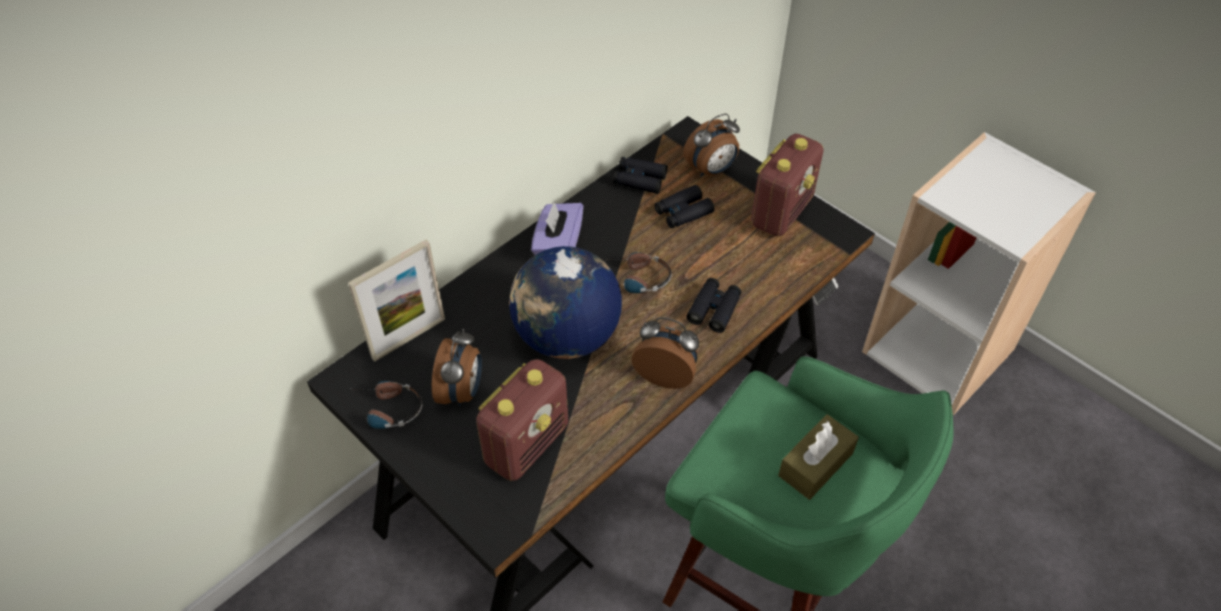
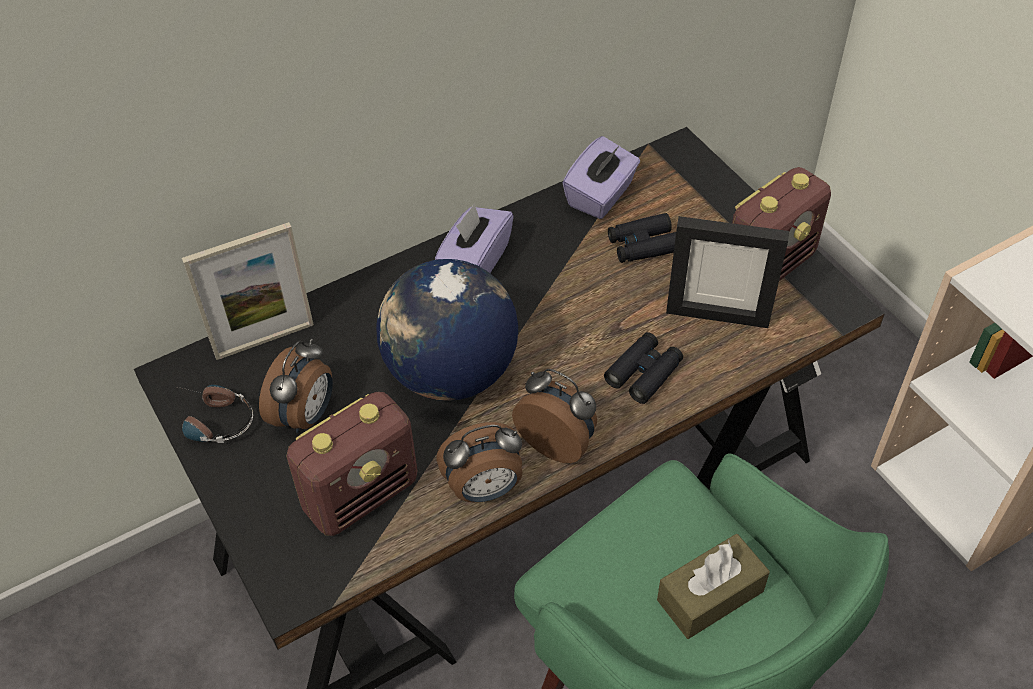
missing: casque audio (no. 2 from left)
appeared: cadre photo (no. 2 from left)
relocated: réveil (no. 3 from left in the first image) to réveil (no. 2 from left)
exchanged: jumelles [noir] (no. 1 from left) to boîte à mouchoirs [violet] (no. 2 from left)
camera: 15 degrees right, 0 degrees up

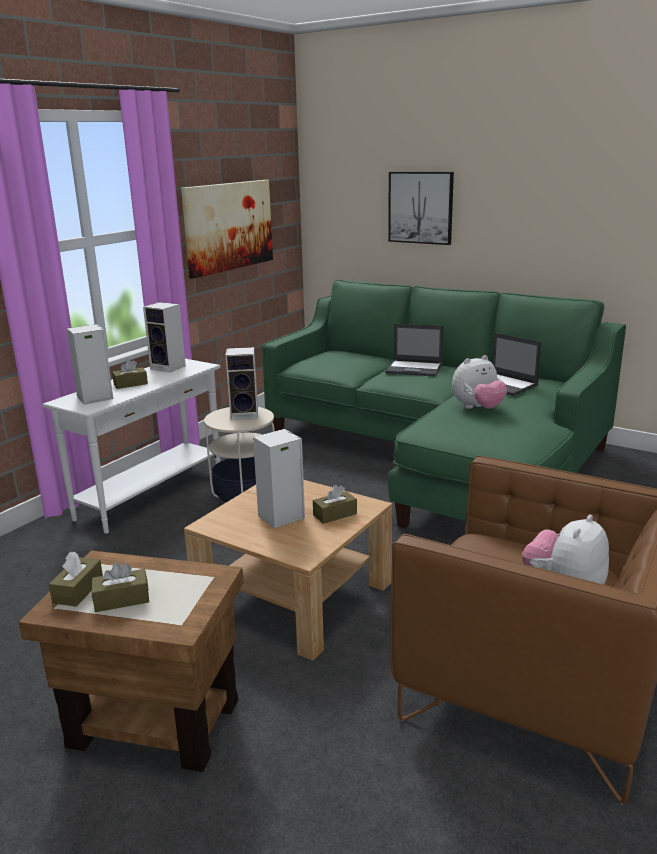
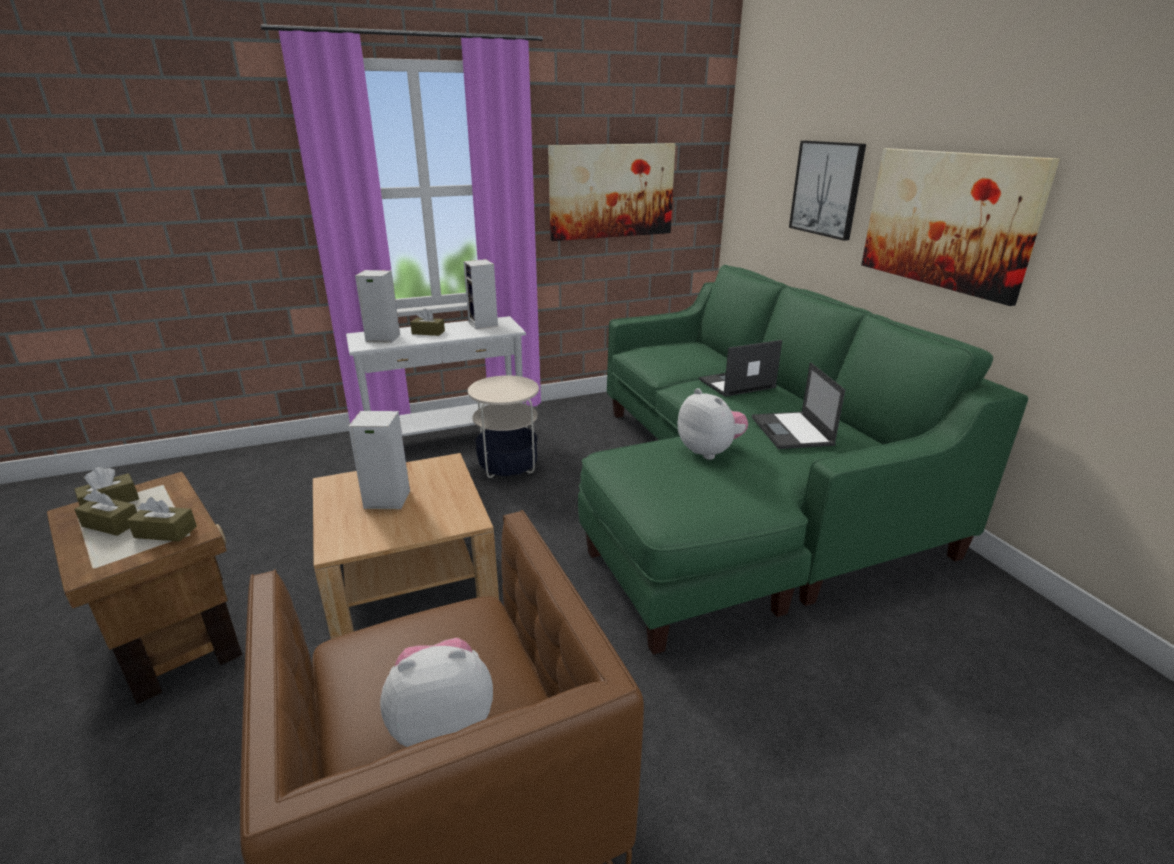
missing: enceinte (no. 3 from left)
appeared: tableau (no. 3 from left)
relocated: boîte à mouchoirs [marron] (no. 4 from left in the first image) to boîte à mouchoirs [marron] (no. 3 from left)
spun: ordinateur portable (no. 1 from left) 105 degrees clockwise; peluche (no. 1 from left in the first image) 135 degrees counterclockwise
camera: 35 degrees right, 5 degrees up

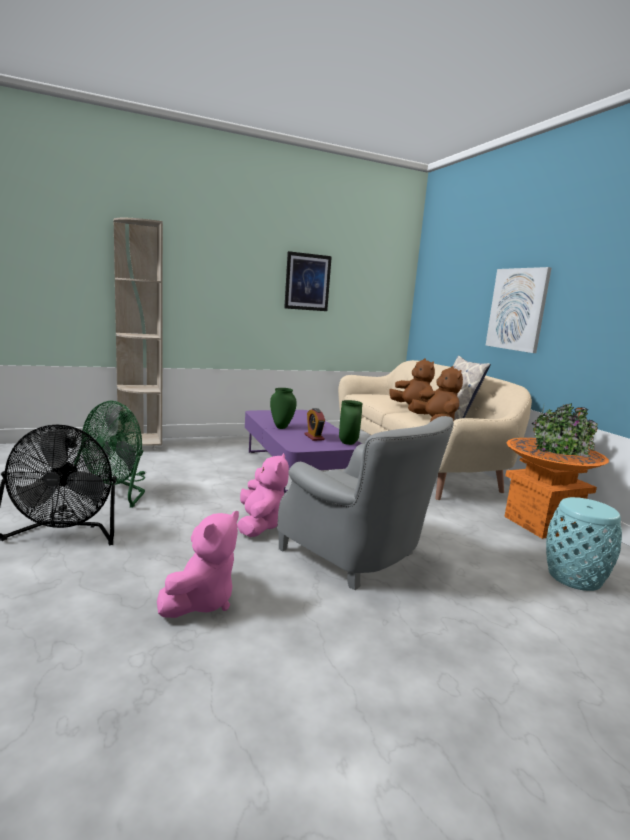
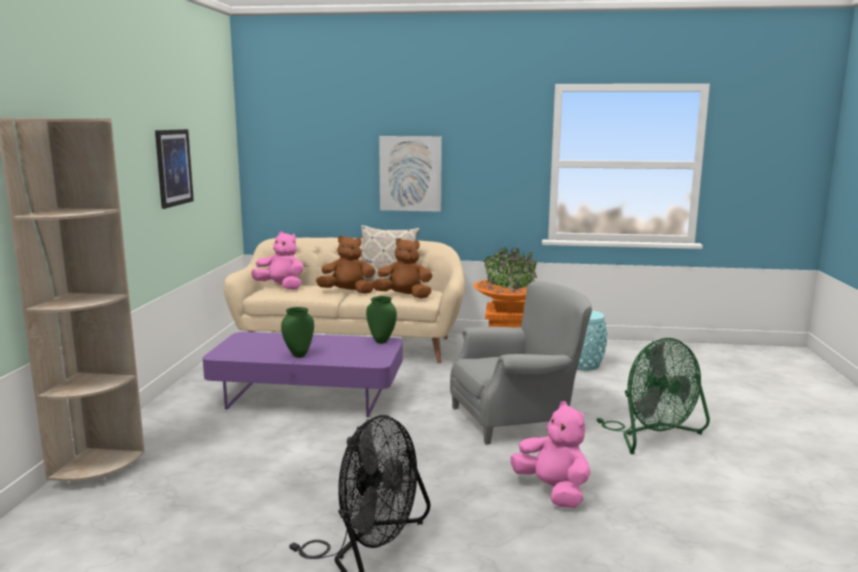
missing: réveil
relocated: ventilateur [vert]; peluche [rose] (no. 2 from left in the first image) to peluche [rose] (no. 1 from left)
camera: 60 degrees left, 0 degrees up

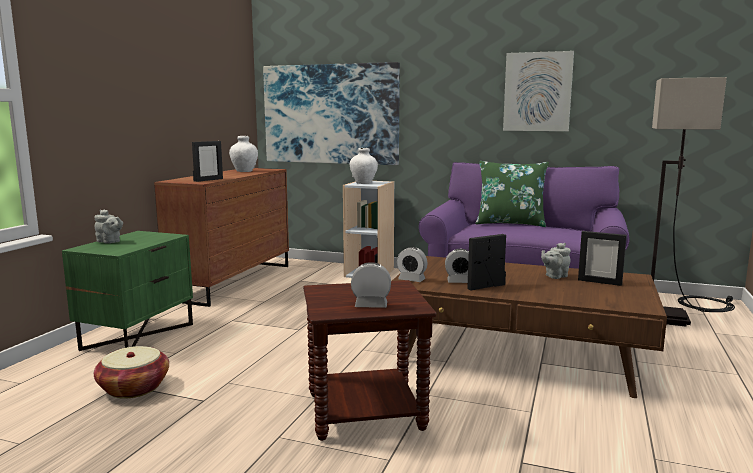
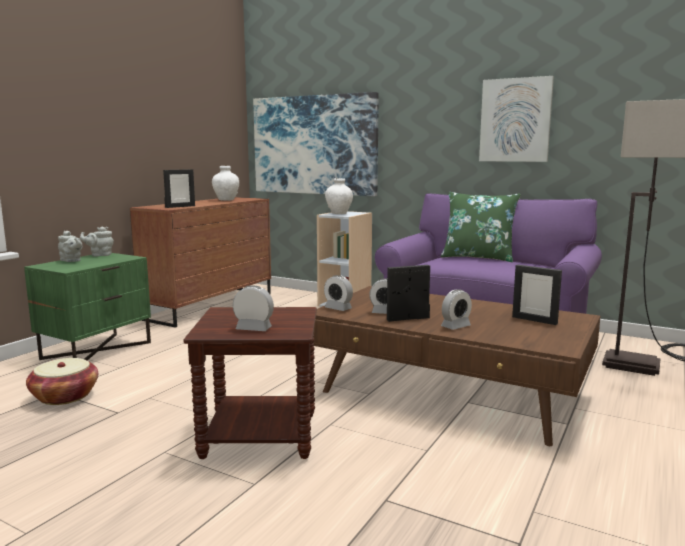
appeared: réveil (no. 4 from left)
relocated: théière [gris] (no. 2 from left)
camera: 10 degrees right, 0 degrees up

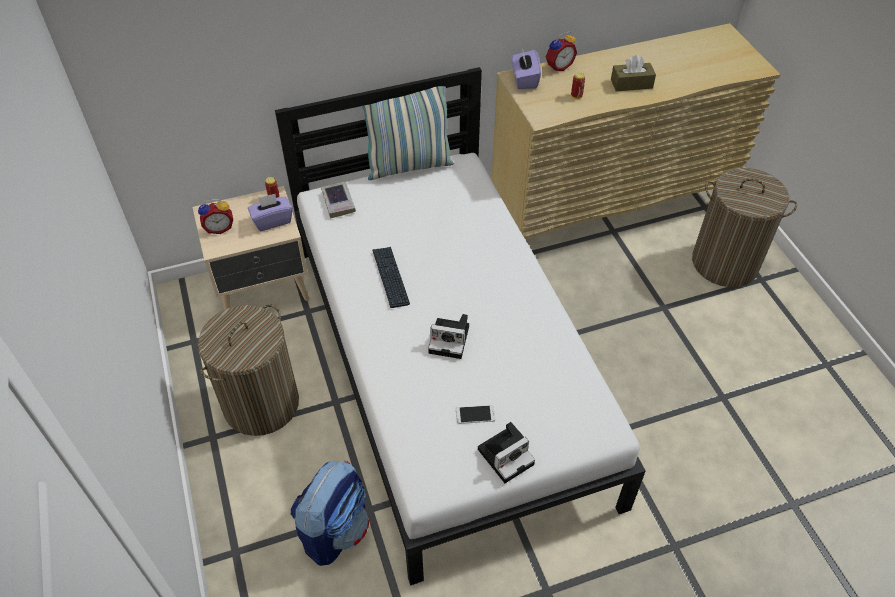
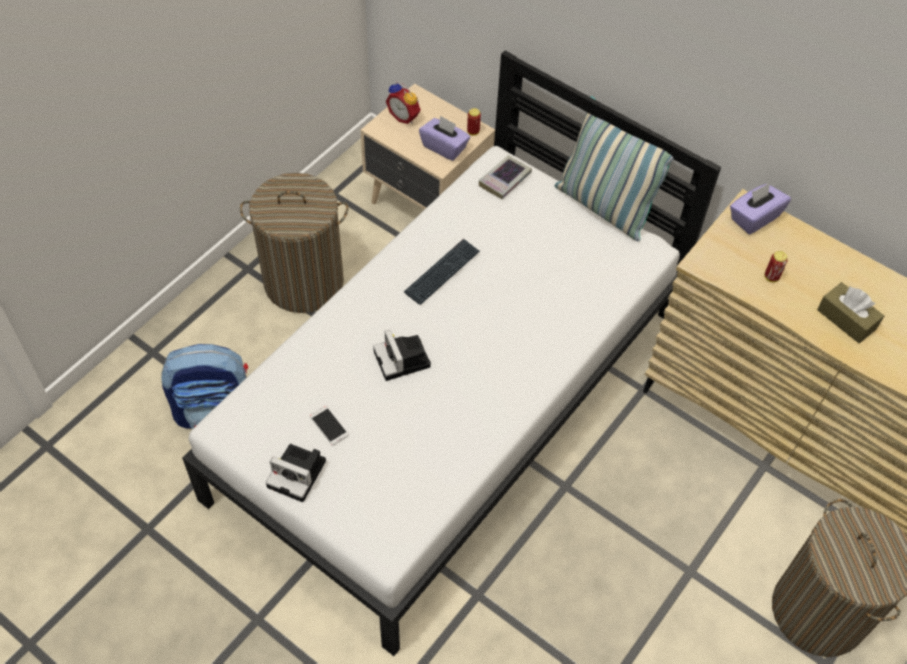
missing: réveil (no. 2 from left)
camera: 55 degrees right, 5 degrees up

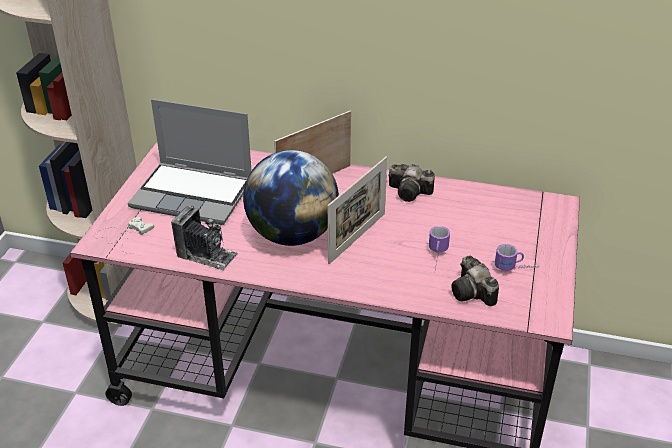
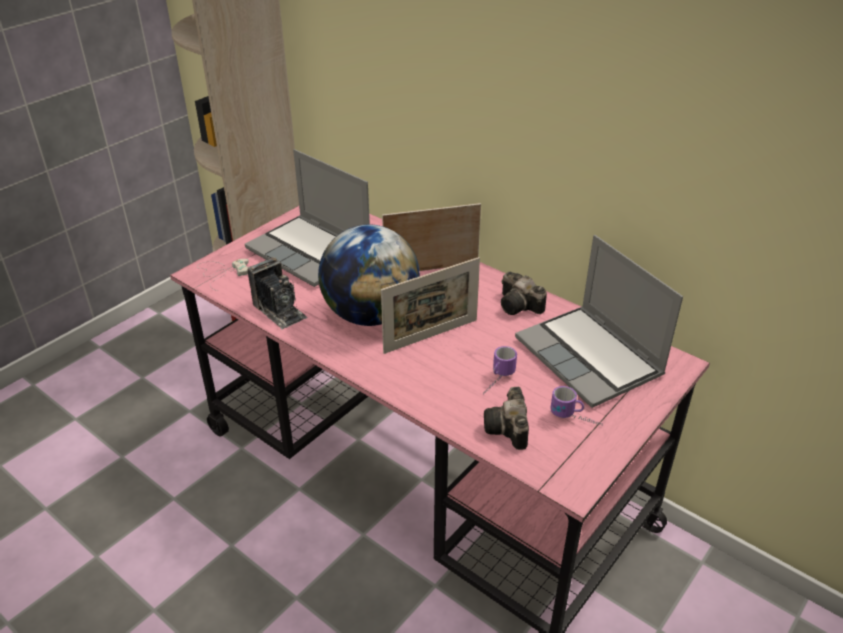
appeared: ordinateur portable (no. 2 from left)
camera: 25 degrees right, 0 degrees up

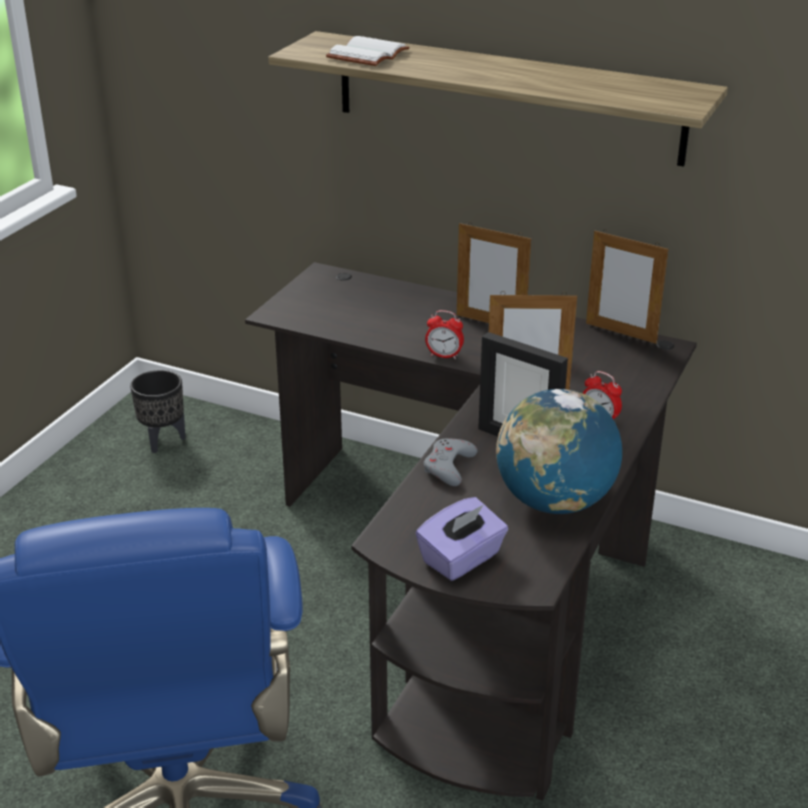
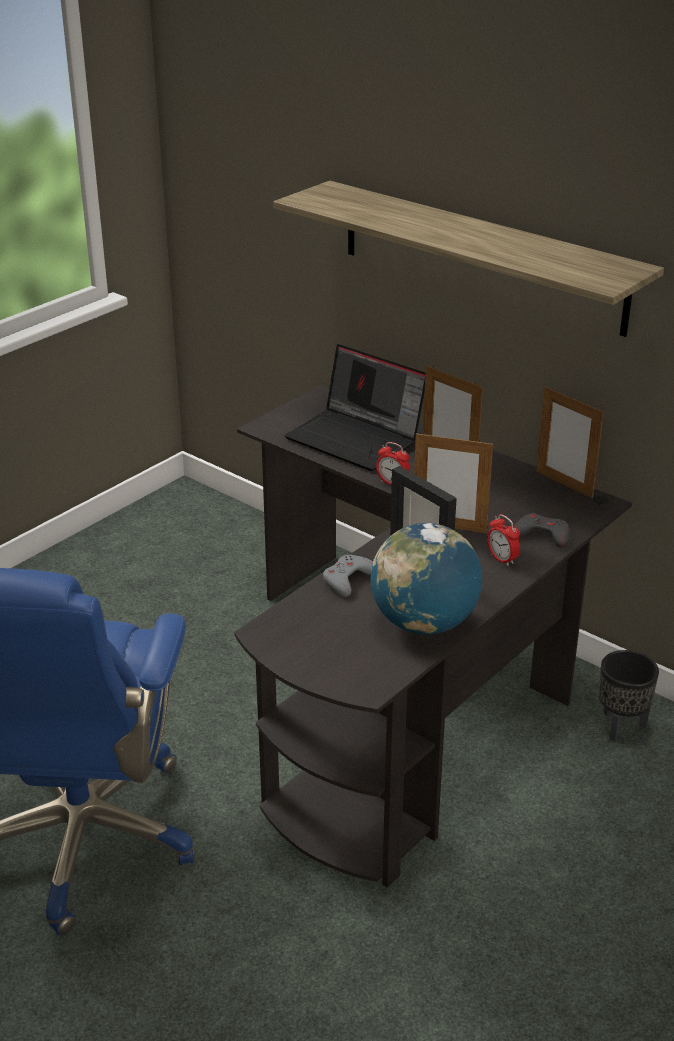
missing: livre [blanc]; boîte à mouchoirs [violet]
appeared: ordinateur portable; manette [gris] (no. 2 from left)
relocated: cache-pot [noir]
camera: 15 degrees right, 0 degrees up

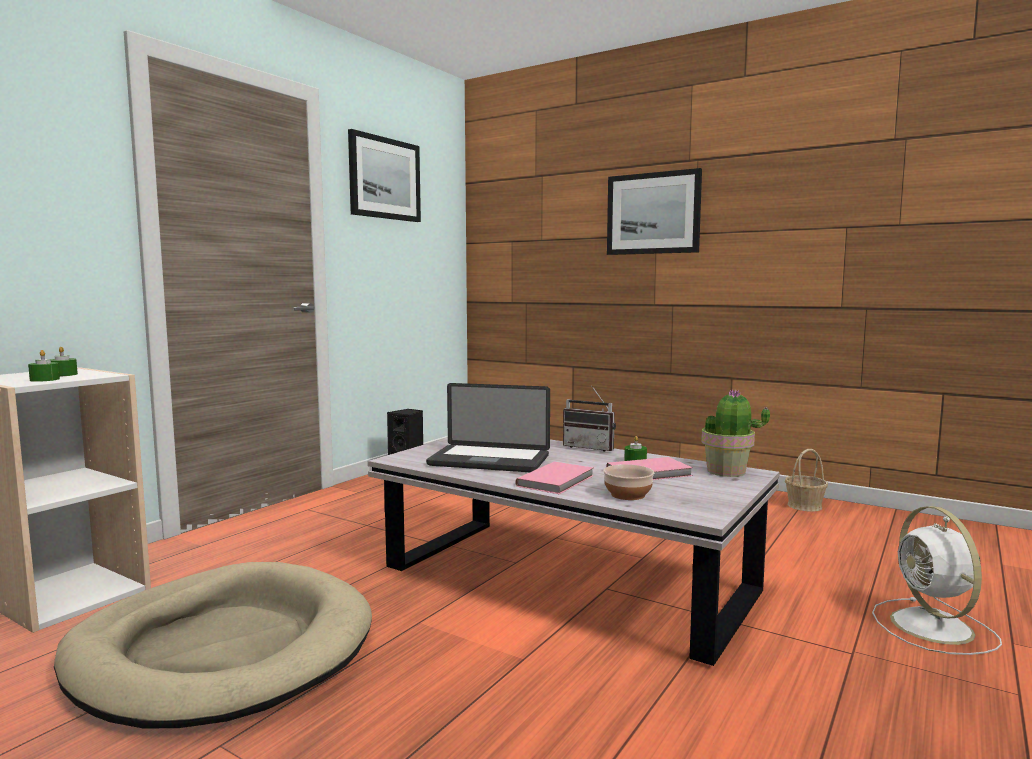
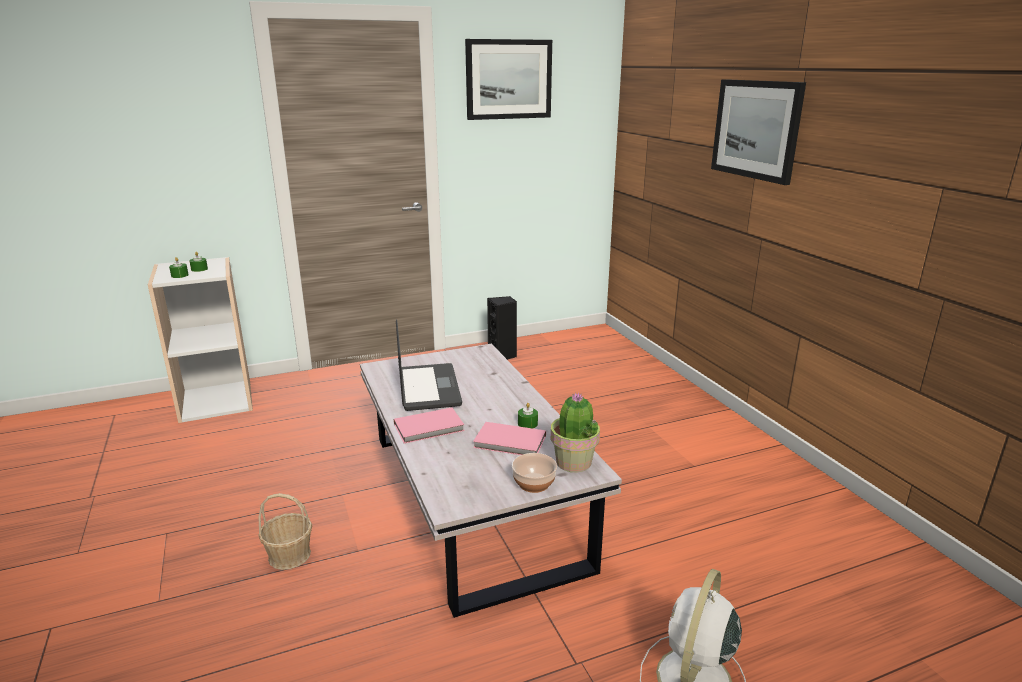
missing: radio; panier pour chien [beige]
relocated: panier; bol
spun: ordinateur portable 150 degrees counterclockwise
camera: 35 degrees right, 15 degrees up

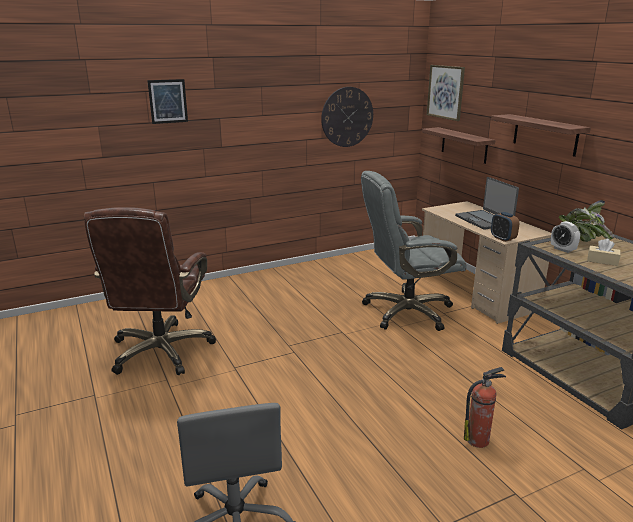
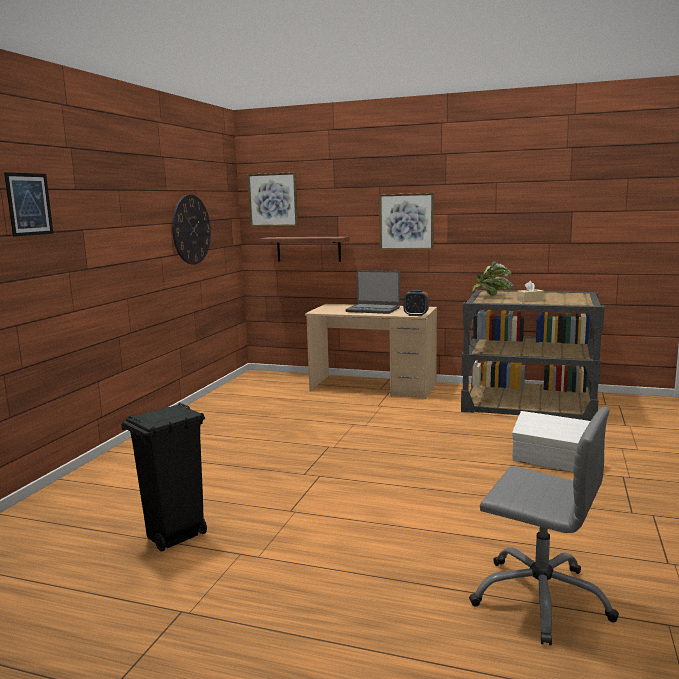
missing: chaise de bureau [gris] (no. 2 from left); réveil (no. 2 from left)
exchanged: étagère (no. 2 from left) to tableau (no. 3 from left); chaise de bureau [marron] to poubelle [noir]; extincteur to boîte de rangement [blanc]
camera: 45 degrees left, 10 degrees down

